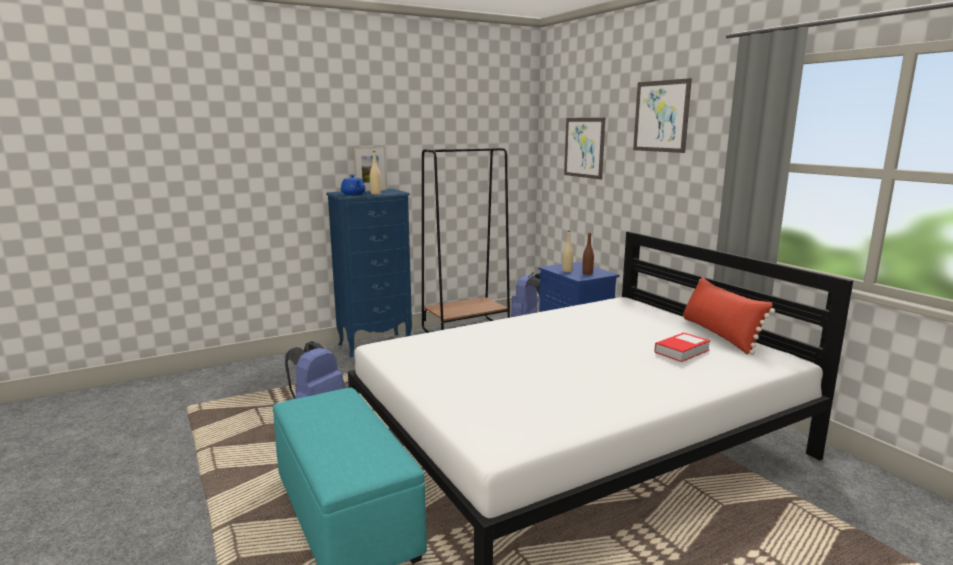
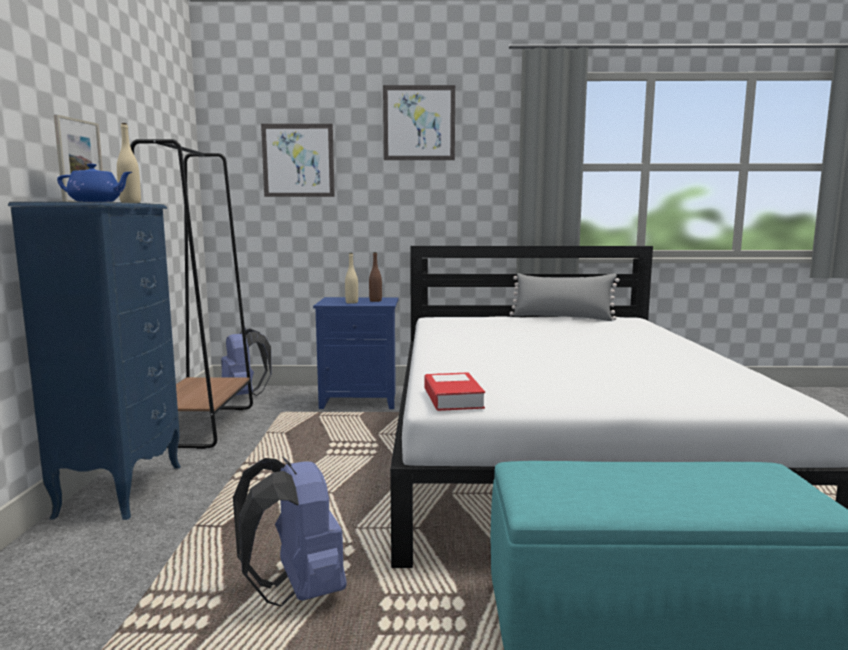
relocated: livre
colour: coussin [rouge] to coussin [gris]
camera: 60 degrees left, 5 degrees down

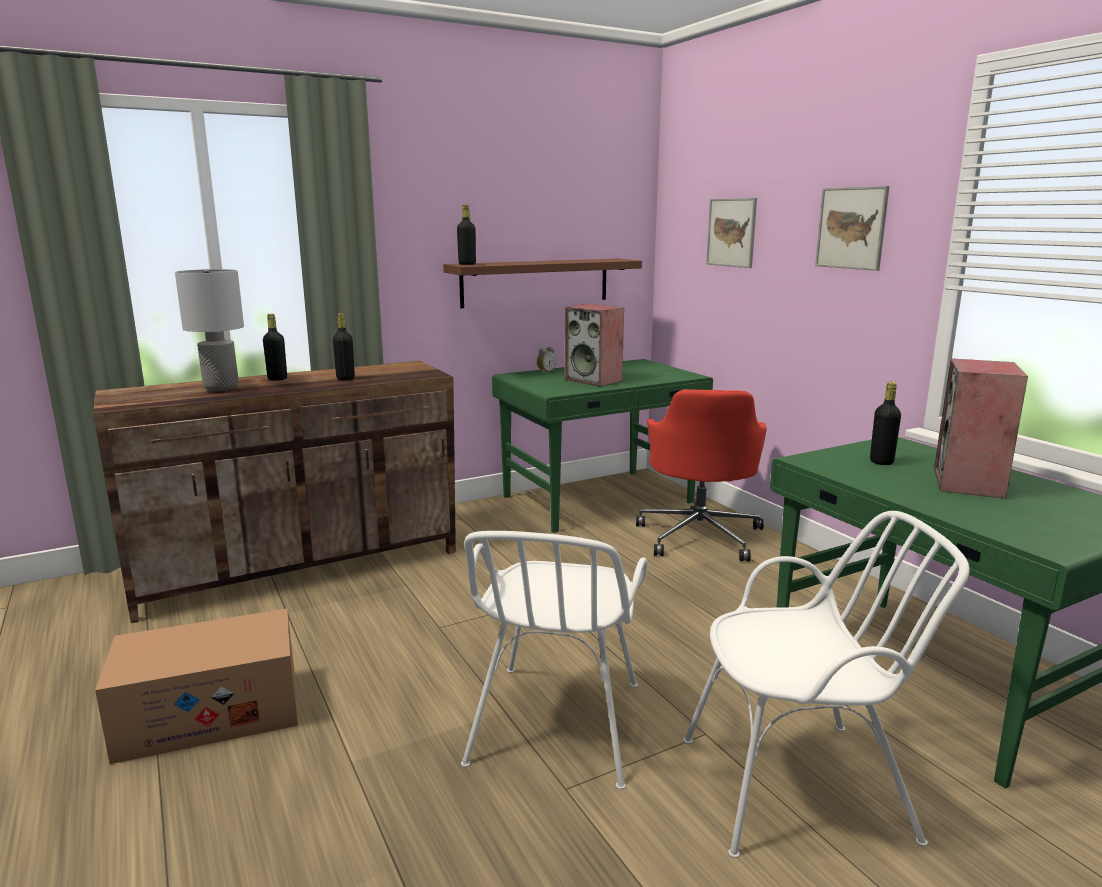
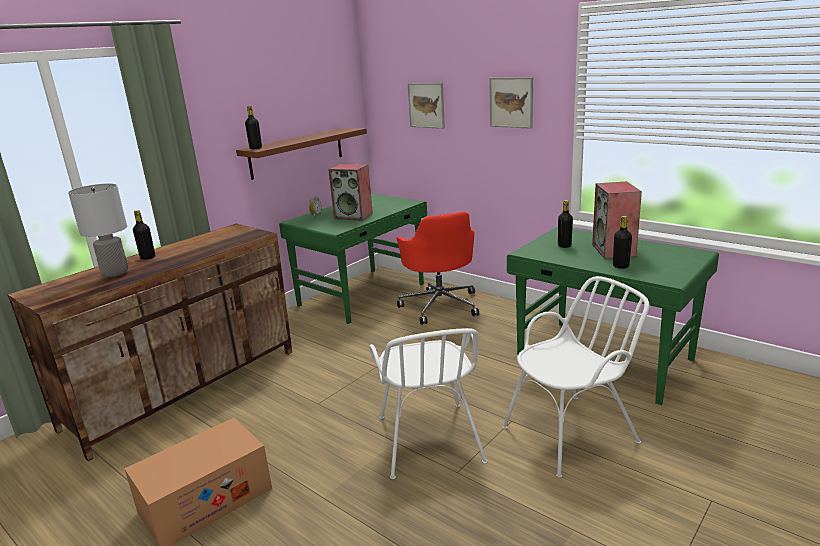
relocated: bouteille [noir] (no. 2 from left in the first image) to bouteille [noir] (no. 4 from left)
camera: 20 degrees left, 5 degrees up

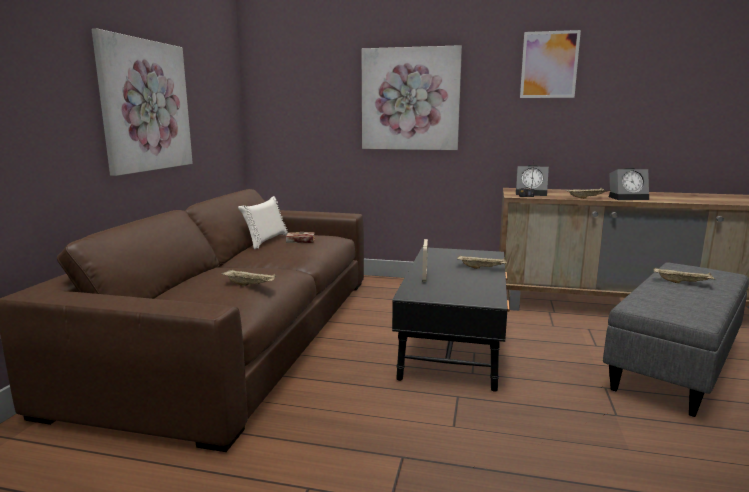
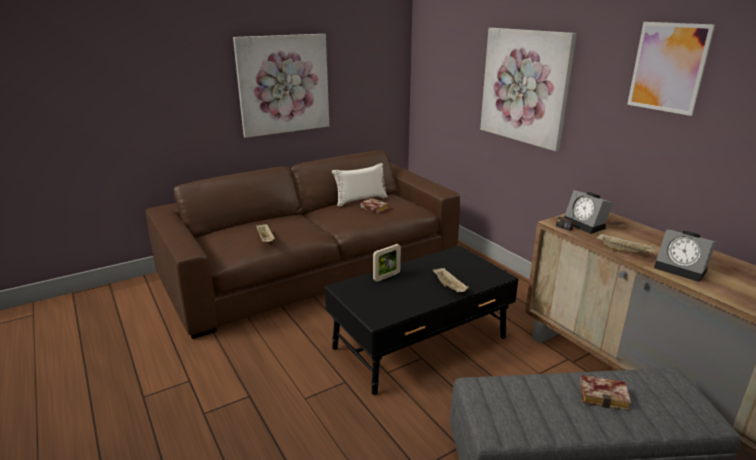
exchanged: plateau [beige] (no. 4 from left) to livre (no. 2 from left)
camera: 45 degrees right, 10 degrees up

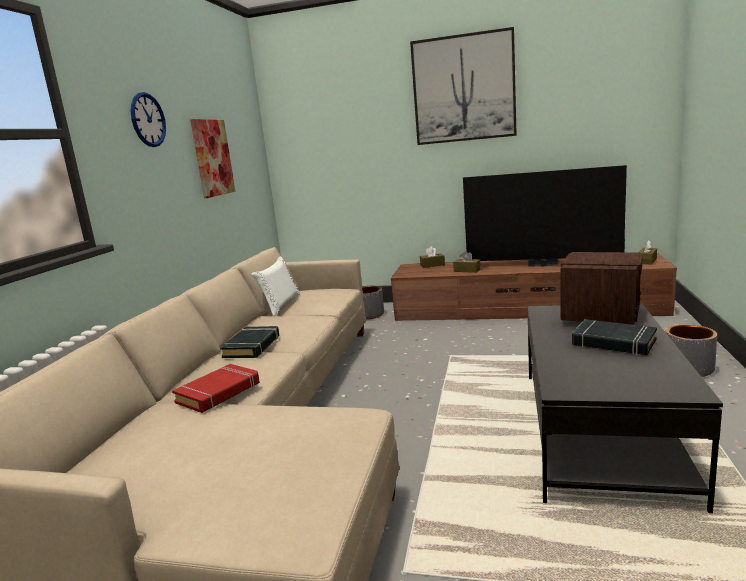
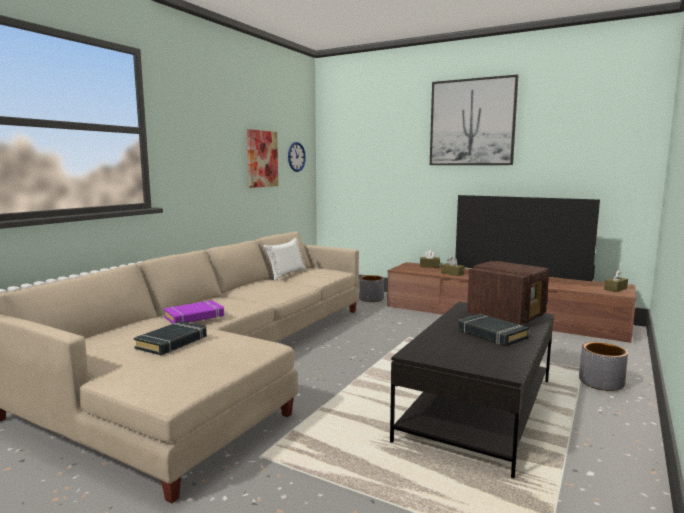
relocated: horloge murale; livre [noir] (no. 1 from left)
colour: livre [rouge] to livre [violet]
camera: 15 degrees right, 5 degrees down

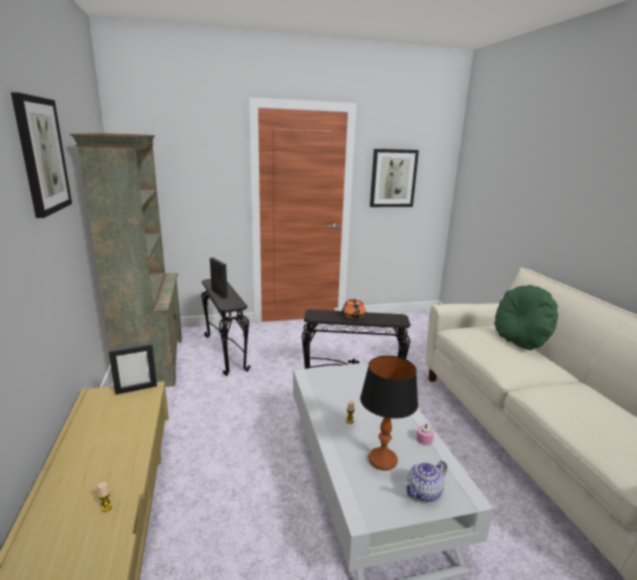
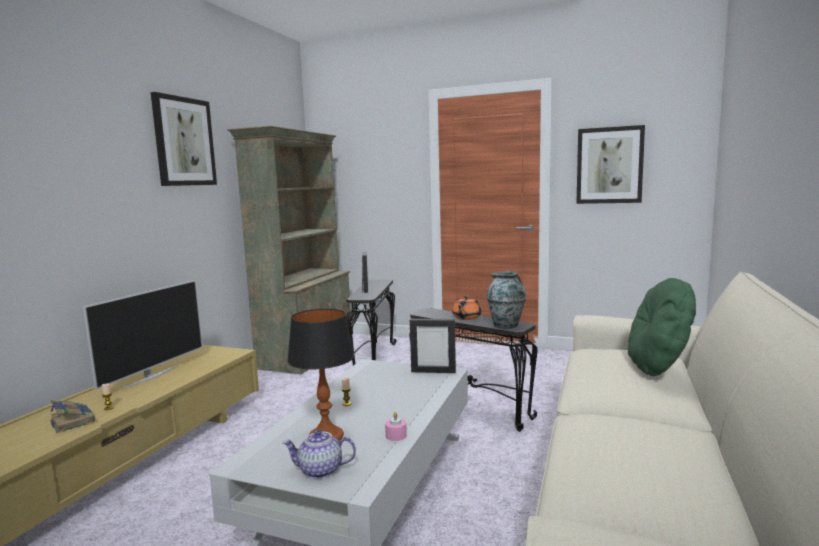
appeared: vase; téléviseur; livre
relocated: cadre photo (no. 1 from left in the first image) to cadre photo (no. 2 from left)
camera: 35 degrees right, 10 degrees down

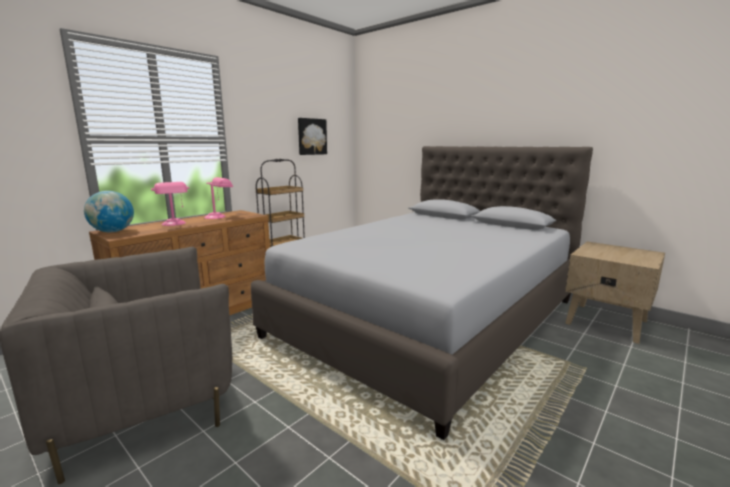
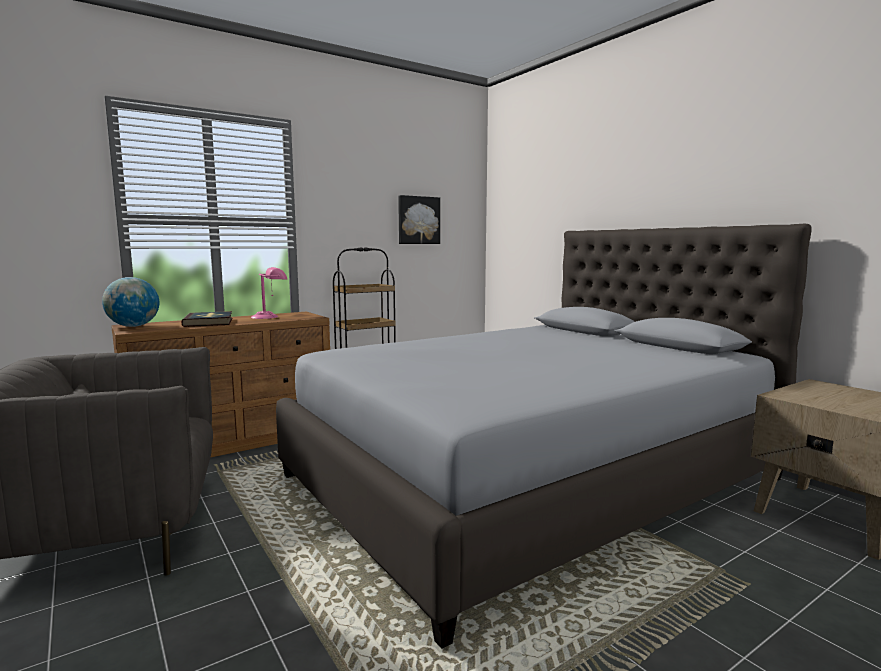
exchanged: lampe de table [rose] (no. 1 from left) to livre
camera: 15 degrees right, 5 degrees down

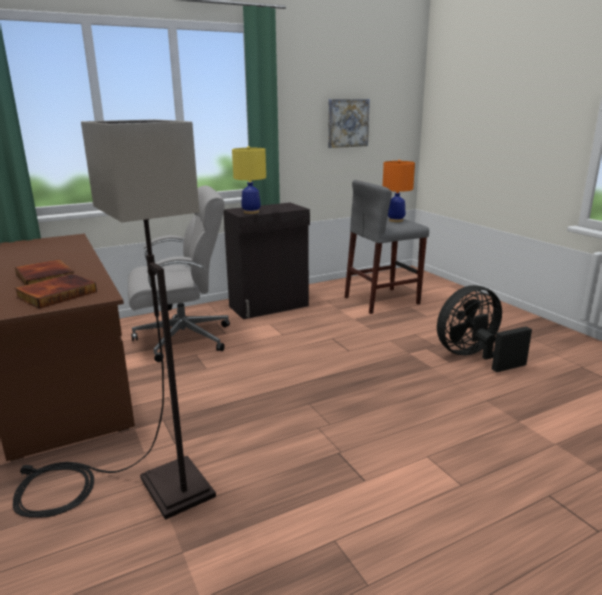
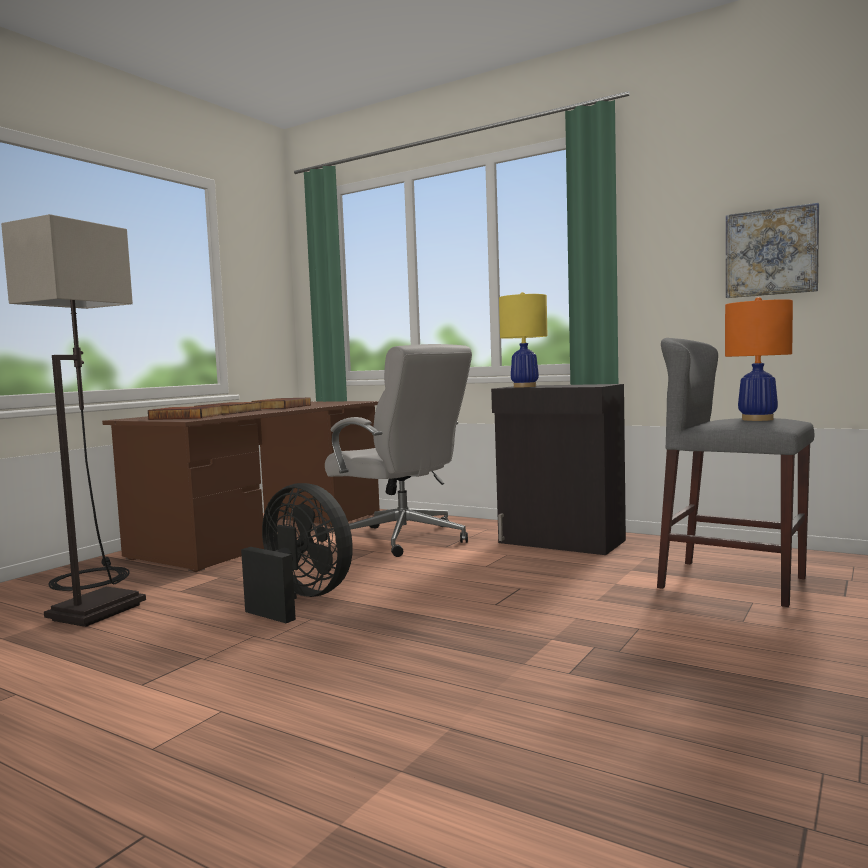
appeared: livre (no. 3 from left)
relocated: ventilateur [noir]
camera: 60 degrees right, 15 degrees down

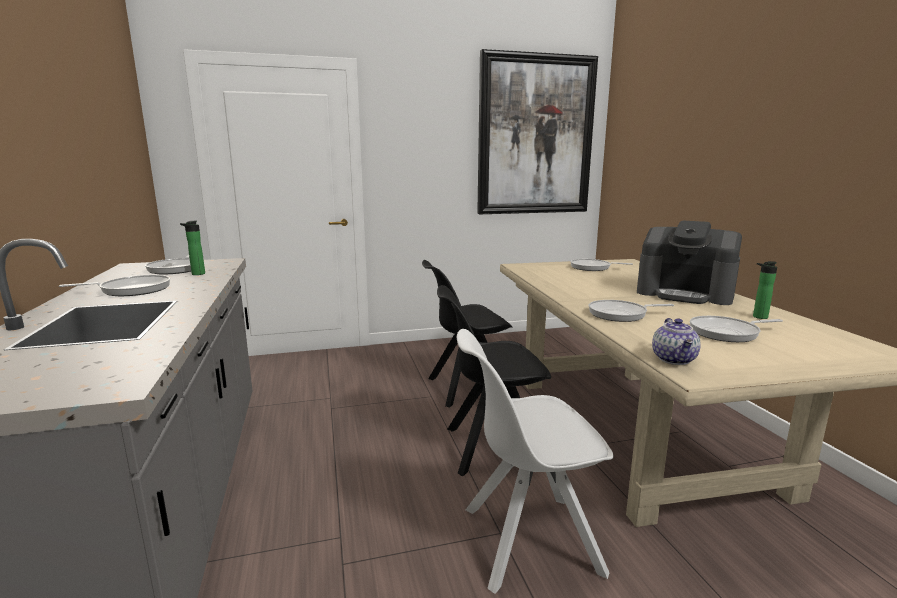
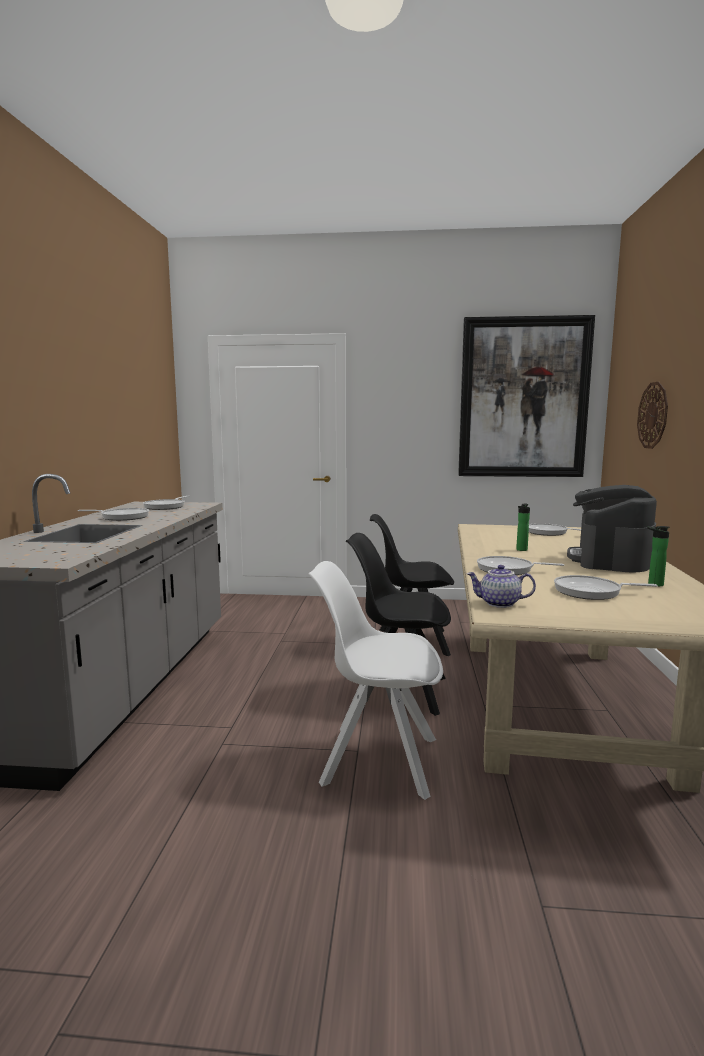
appeared: horloge murale
relocated: bouteille (no. 1 from left)
spun: machine à café 60 degrees clockwise; théière 75 degrees clockwise
camera: 20 degrees right, 5 degrees down

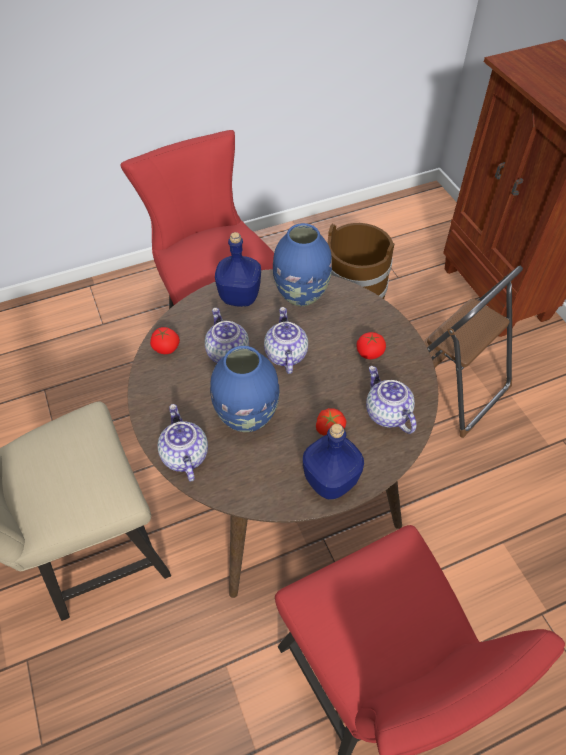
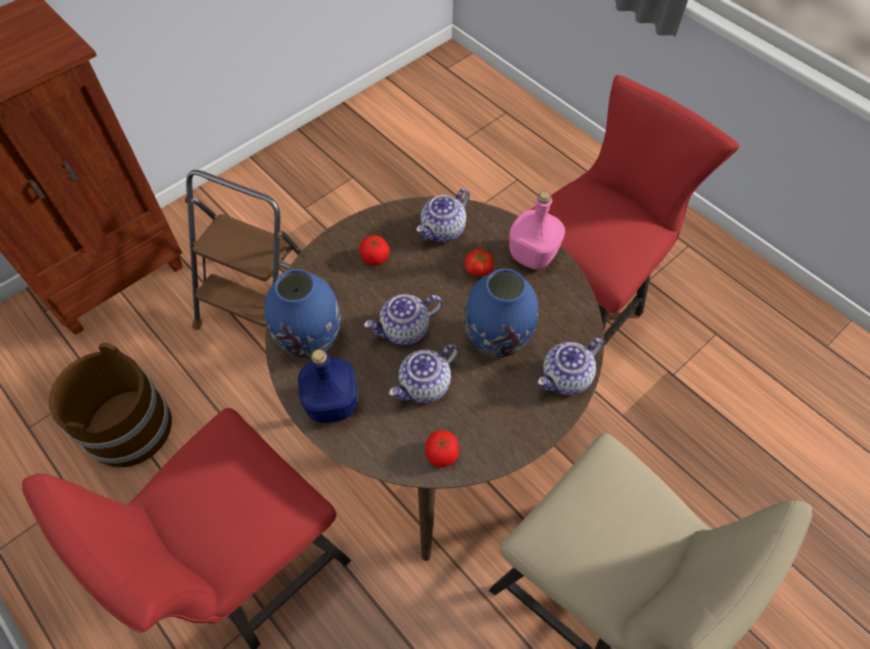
colour: bouteille [bleu] (no. 2 from left) to bouteille [rose]
camera: 110 degrees left, 5 degrees up

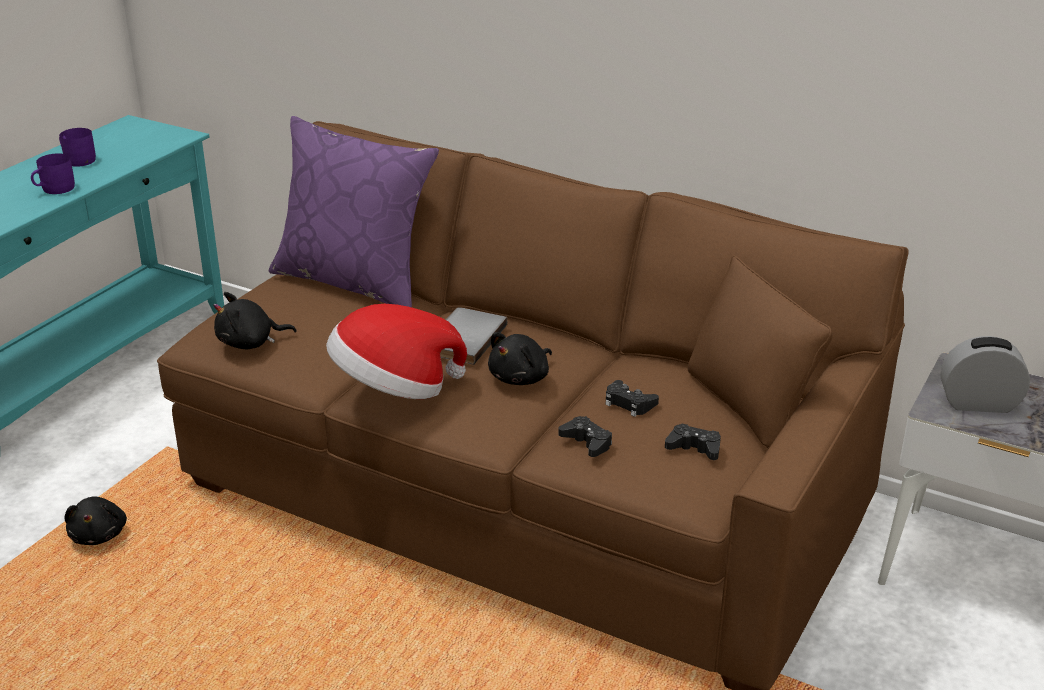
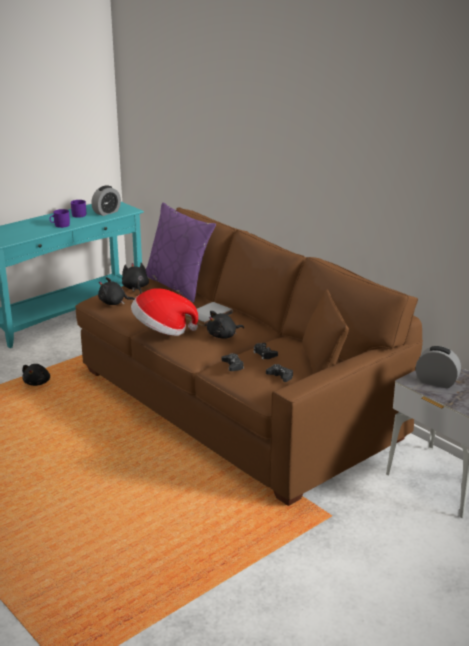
appeared: réveil (no. 1 from left); peluche [noir] (no. 3 from left)
camera: 20 degrees right, 5 degrees down

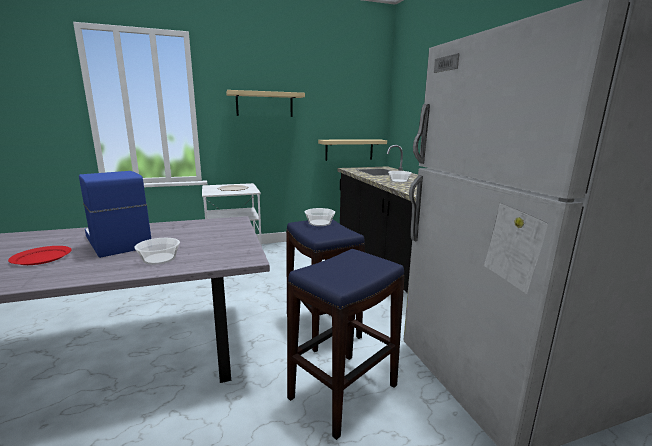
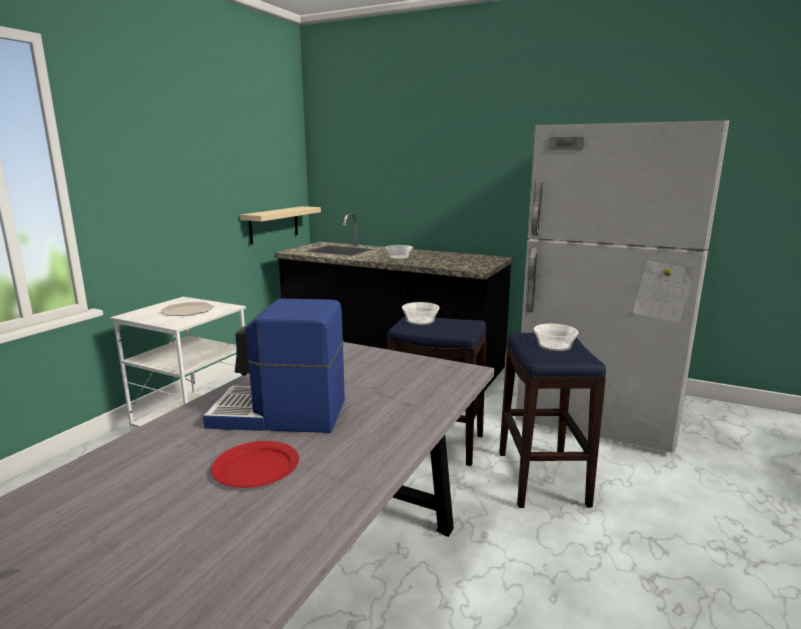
missing: étagère [beige] (no. 1 from left)
relocated: bol (no. 1 from left in the first image) to bol (no. 3 from left)
camera: 45 degrees left, 0 degrees up

